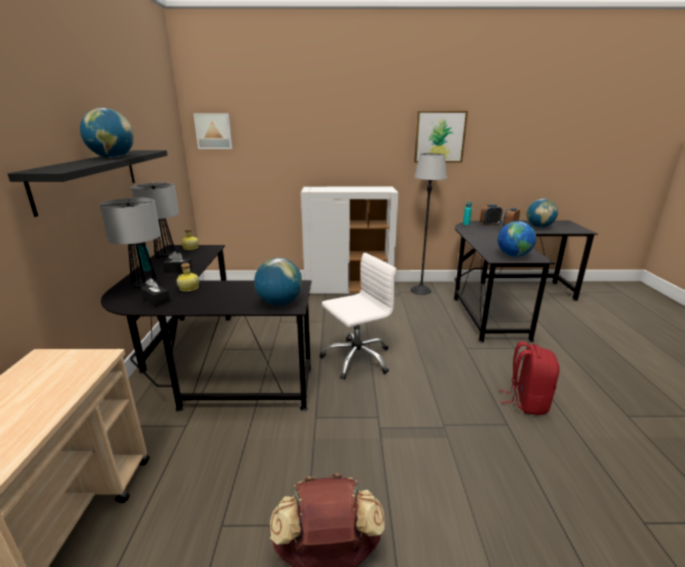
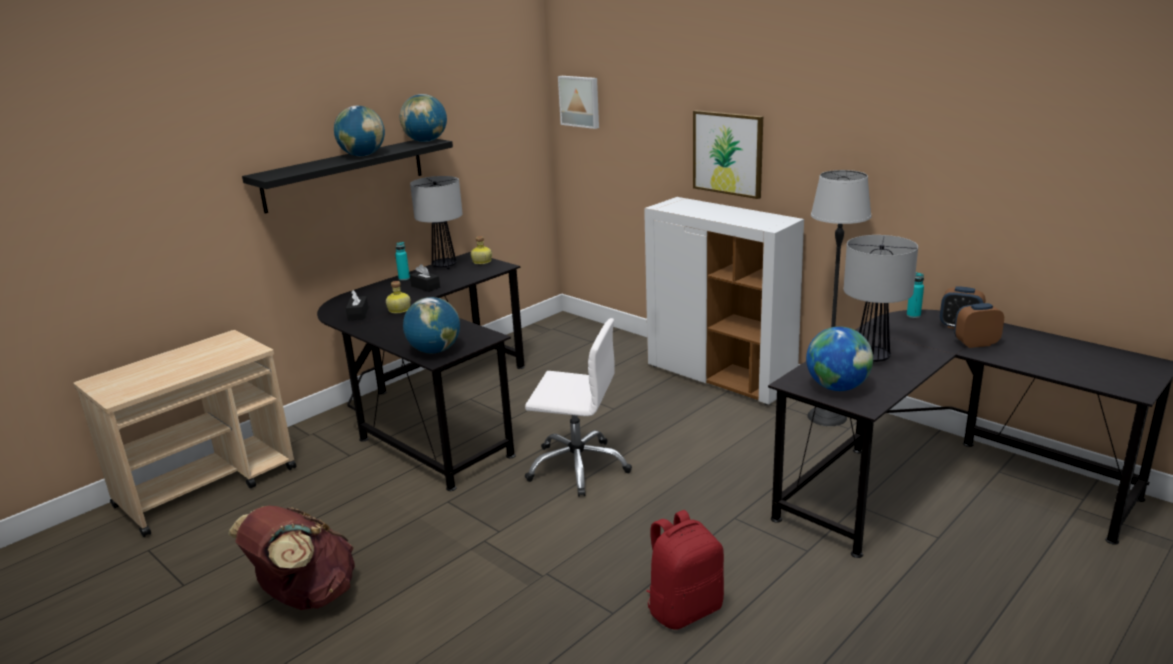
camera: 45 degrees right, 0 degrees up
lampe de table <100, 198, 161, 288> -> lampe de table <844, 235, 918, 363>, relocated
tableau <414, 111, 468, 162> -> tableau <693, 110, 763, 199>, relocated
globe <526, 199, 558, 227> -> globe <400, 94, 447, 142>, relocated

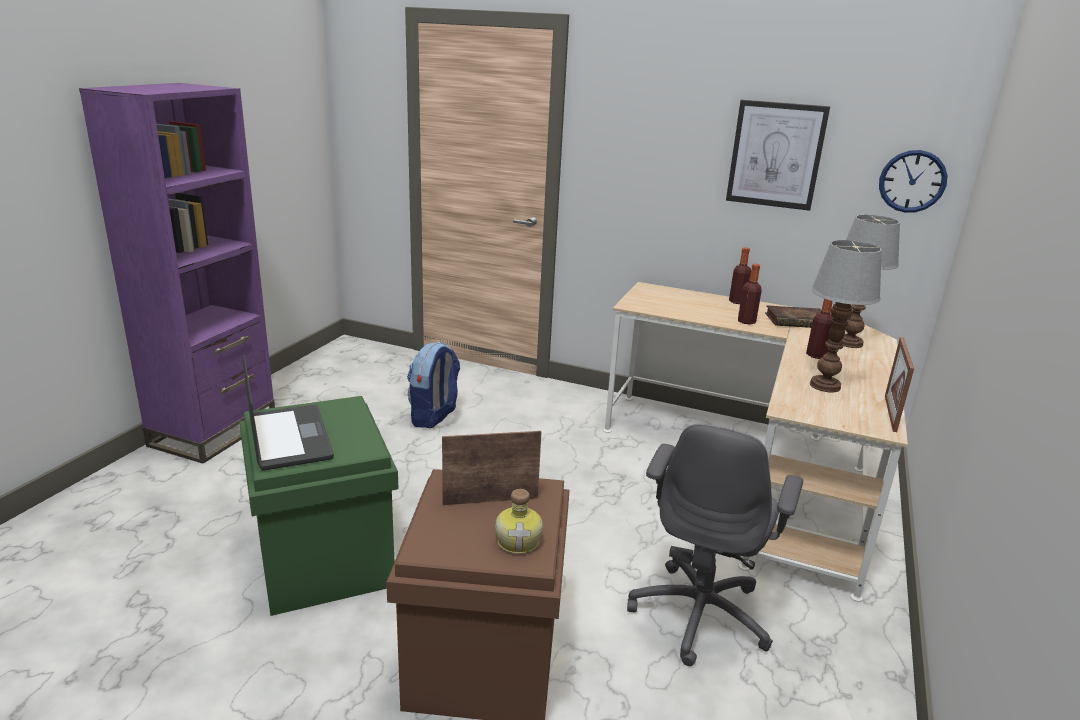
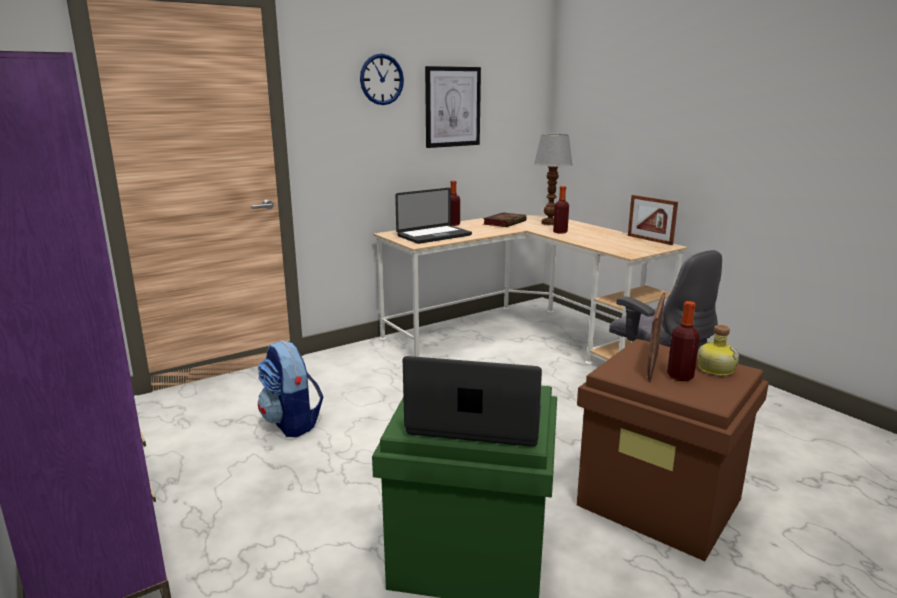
camera: 55 degrees left, 5 degrees down
lampe de table <810, 240, 882, 393> -> none
none -> ordinateur portable <395, 188, 472, 244>
bouteille <738, 264, 762, 325> -> bouteille <667, 301, 700, 381>, relocated
horloge murale <879, 150, 948, 213> -> horloge murale <360, 54, 404, 105>, relocated

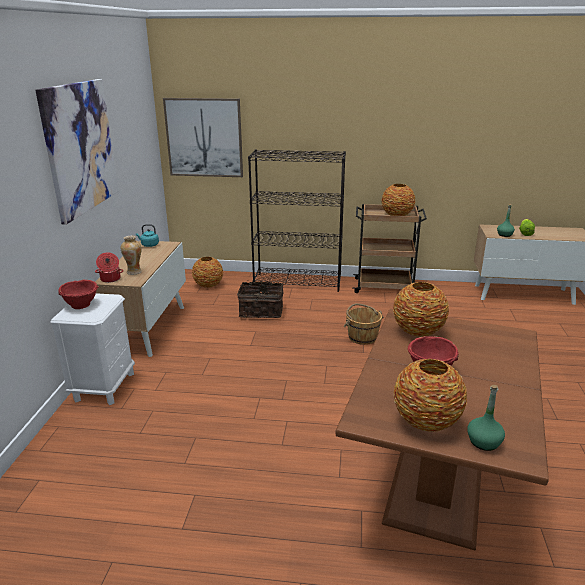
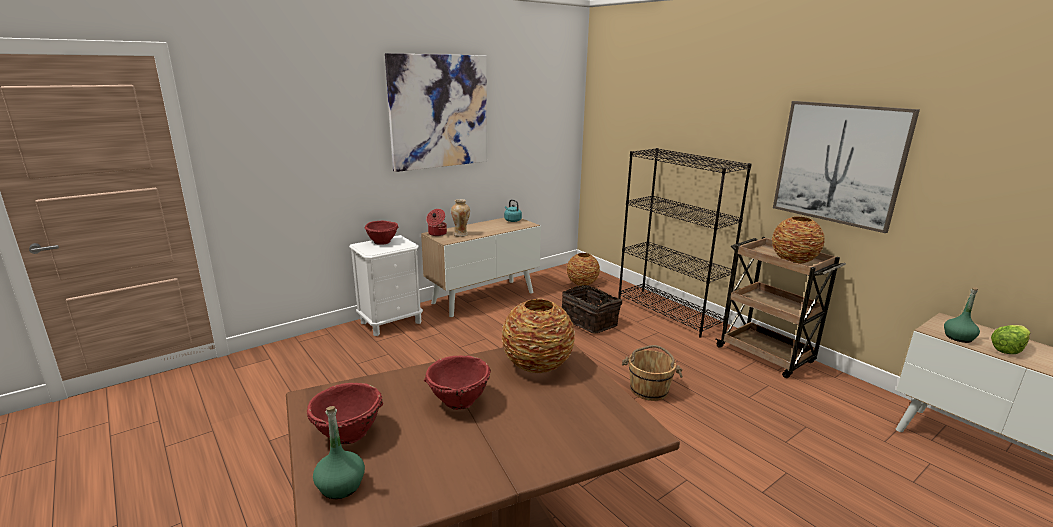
camera: 45 degrees right, 5 degrees down
tableau <163, 98, 243, 177> -> tableau <773, 101, 920, 233>, relocated
vase <394, 359, 467, 432> -> bol/rouge <307, 383, 383, 444>

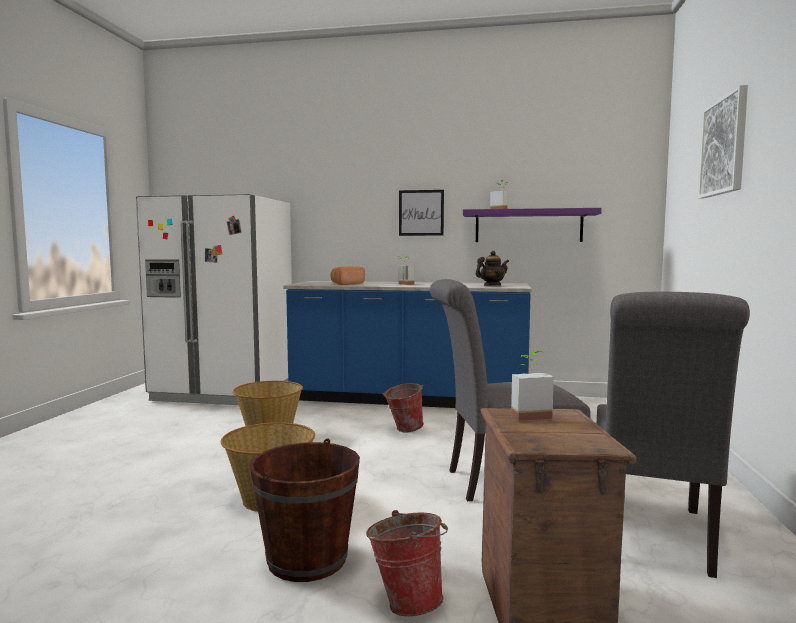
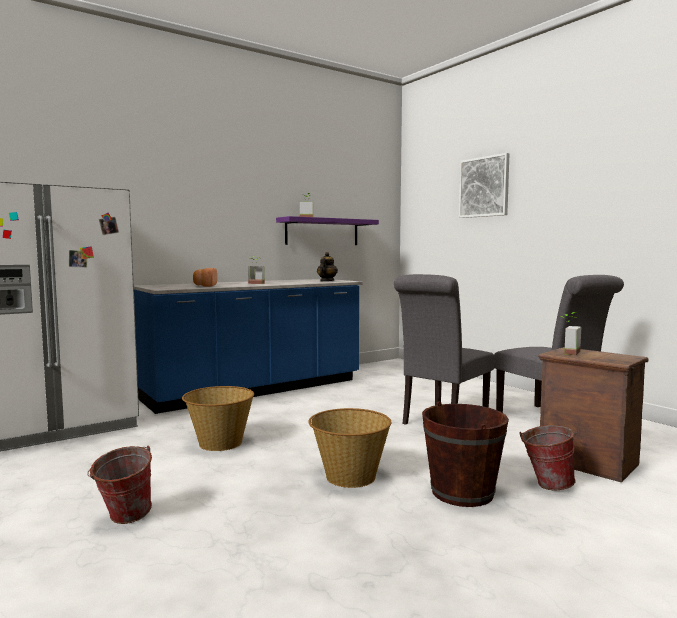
camera: 45 degrees left, 0 degrees up
tableau <399, 190, 444, 236> -> none
seau <382, 383, 424, 432> -> seau <87, 446, 152, 524>, relocated

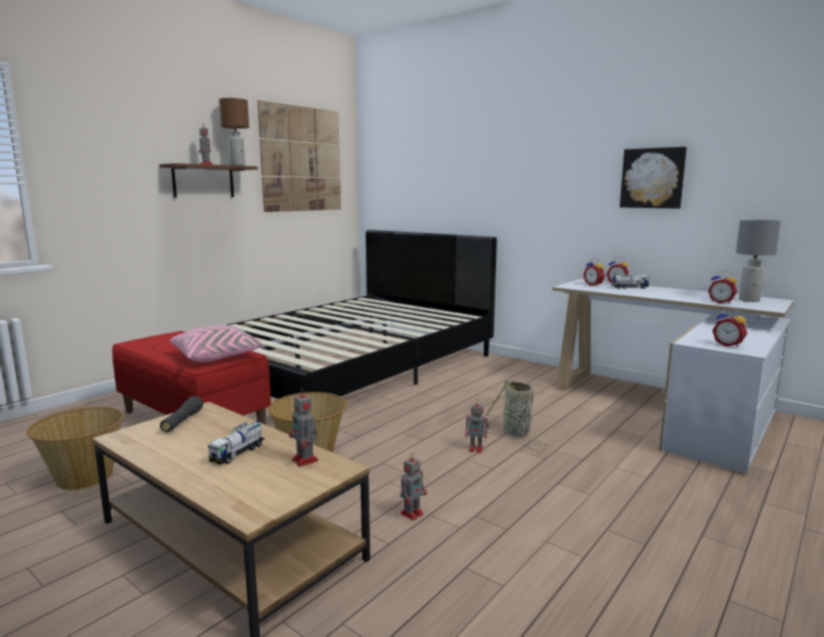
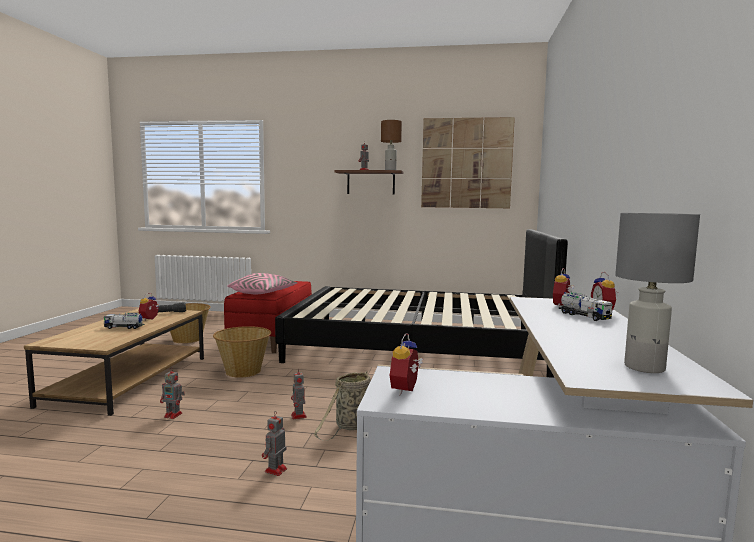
camera: 60 degrees right, 5 degrees down
tableau <620, 147, 687, 209> -> none
robot jouet <289, 388, 319, 467> -> robot jouet <262, 412, 287, 476>, relocated
réveil <708, 271, 737, 304> -> réveil <138, 293, 159, 321>, relocated

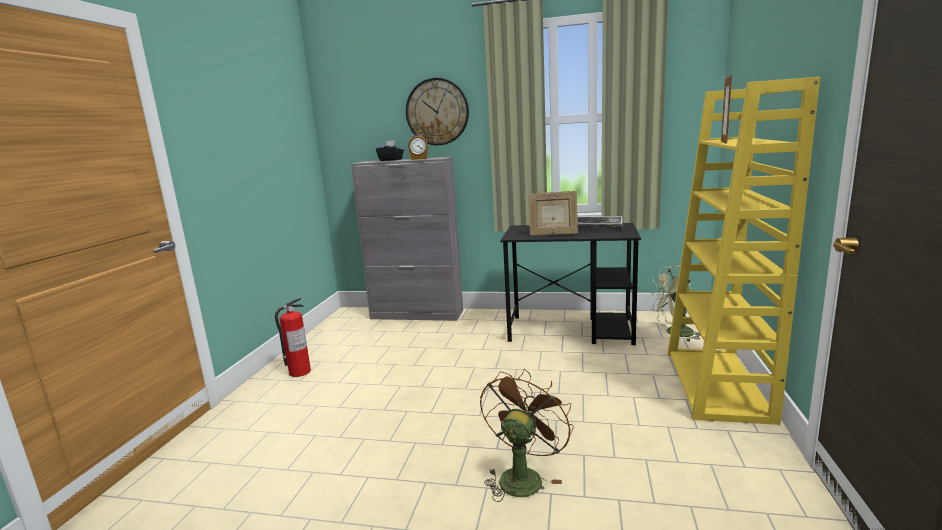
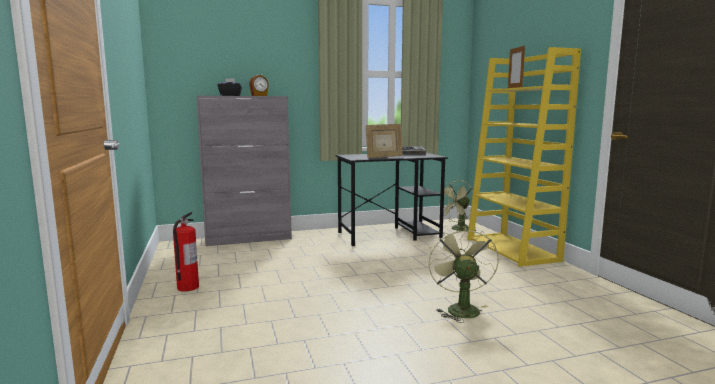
camera: 30 degrees left, 5 degrees down
horloge murale <406, 78, 469, 145> -> none
ventilateur/marron <480, 369, 574, 502> -> ventilateur/vert <429, 226, 499, 323>

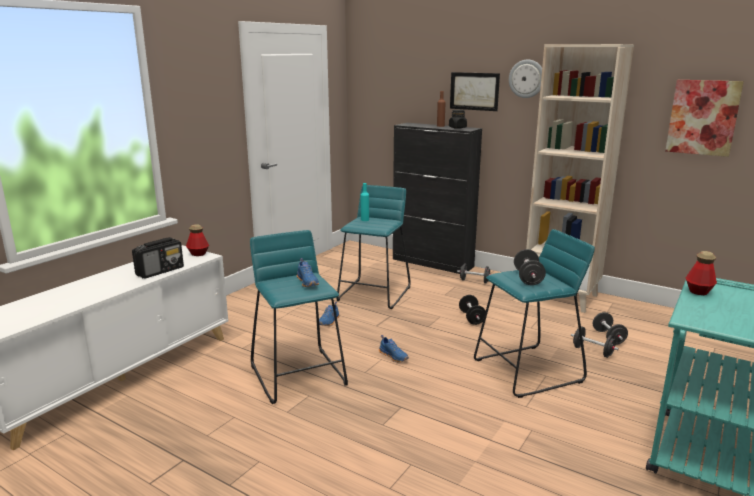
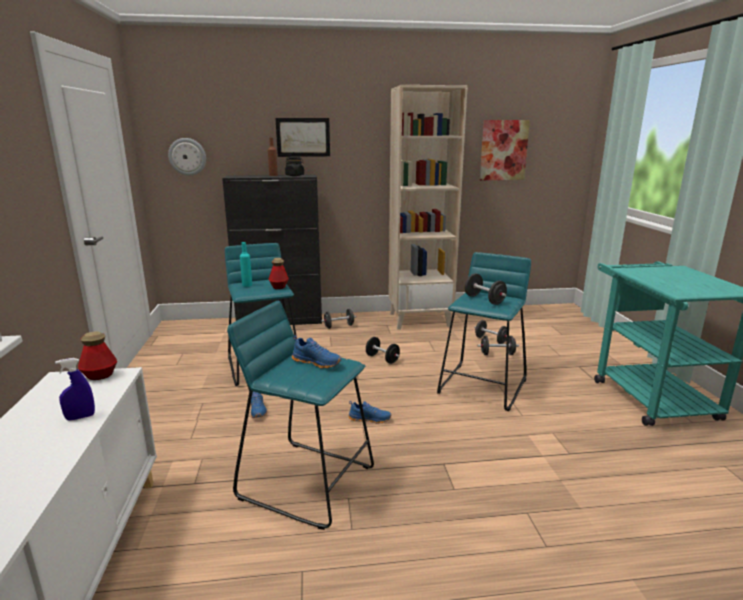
camera: 40 degrees left, 0 degrees up
horloge murale <509, 59, 542, 98> -> horloge murale <168, 138, 206, 176>, relocated
bouteille <686, 251, 717, 295> -> bouteille <268, 258, 289, 289>, relocated
radio <132, 237, 184, 279> -> vaporisateur/bleu <55, 358, 95, 421>

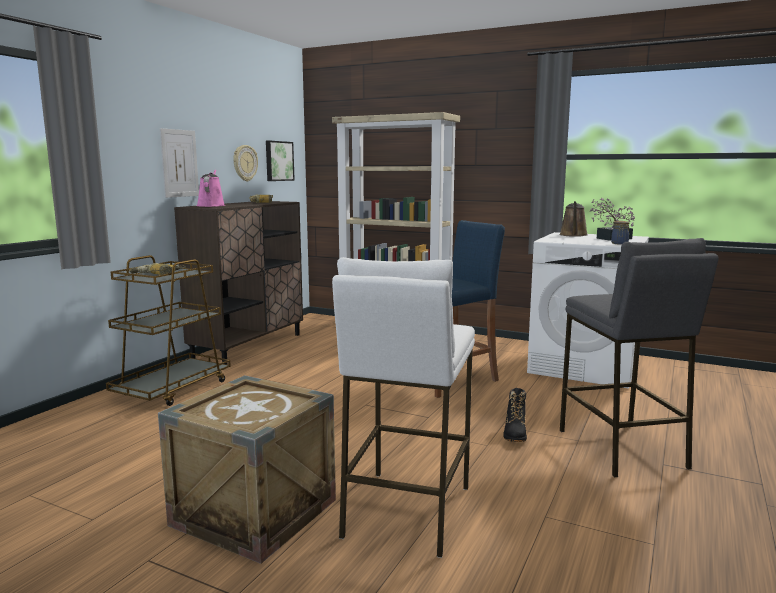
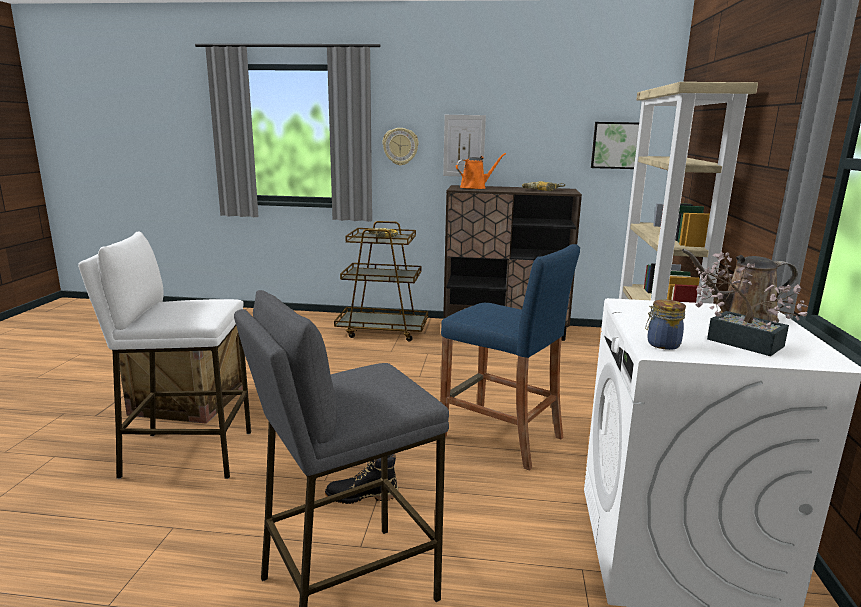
camera: 70 degrees right, 5 degrees up
horloge murale <233, 145, 258, 181> -> horloge murale <382, 128, 419, 166>, relocated
arrosoir/rose <197, 170, 225, 207> -> arrosoir/orange <456, 153, 506, 189>

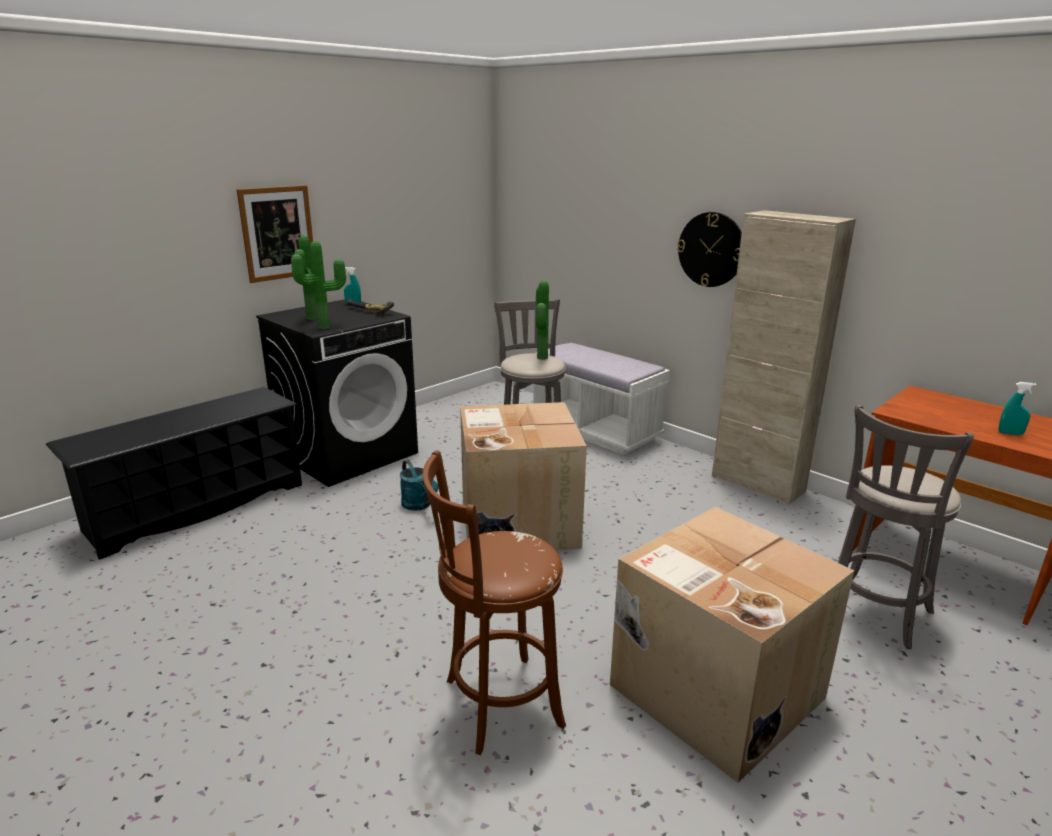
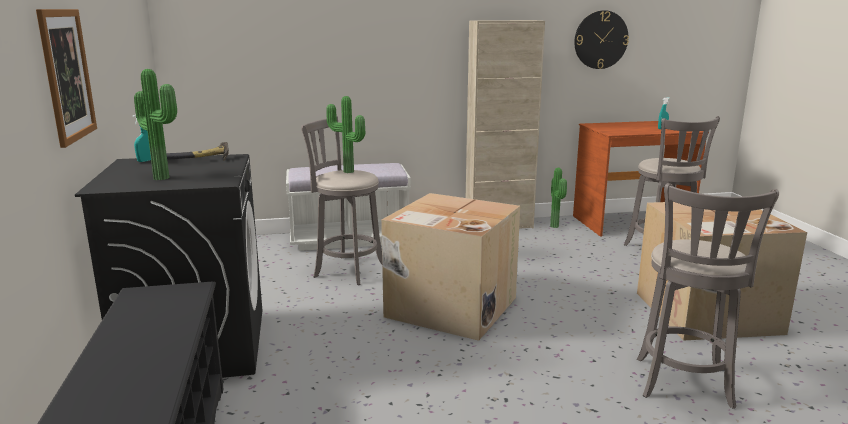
camera: 55 degrees left, 5 degrees down
arrosoir/turquoise <400, 460, 438, 511> -> none
plante en pot <291, 241, 346, 329> -> plante en pot <550, 168, 567, 228>, relocated
horloge murale <677, 212, 742, 287> -> horloge murale <574, 10, 629, 69>, relocated
tabouret/marron <423, 450, 566, 755> -> tabouret/gris <637, 183, 779, 409>

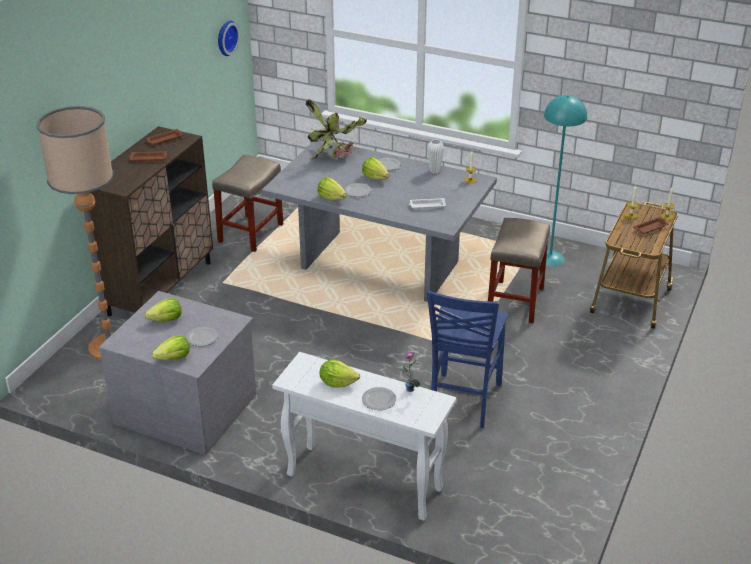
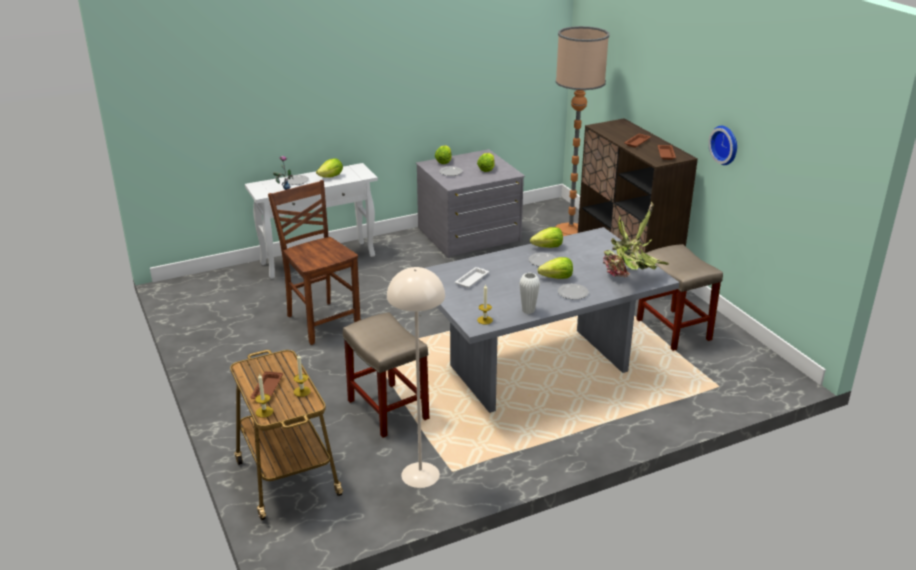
camera: 130 degrees right, 5 degrees down
horloge murale <218, 21, 240, 56> -> horloge murale <708, 126, 737, 165>, relocated
chaise/bleu <427, 290, 508, 428> -> chaise/marron <268, 180, 360, 345>
lampadaire/turquoise <544, 95, 587, 266> -> lampadaire/beige <387, 267, 445, 488>

